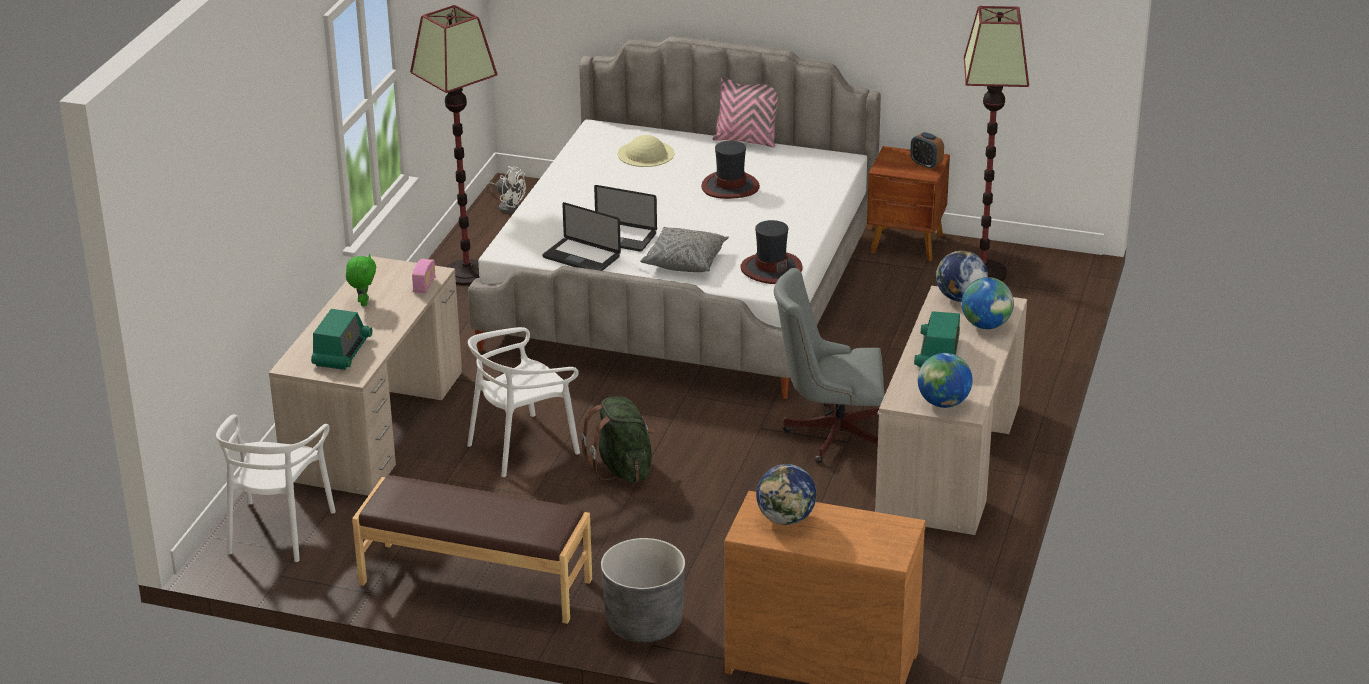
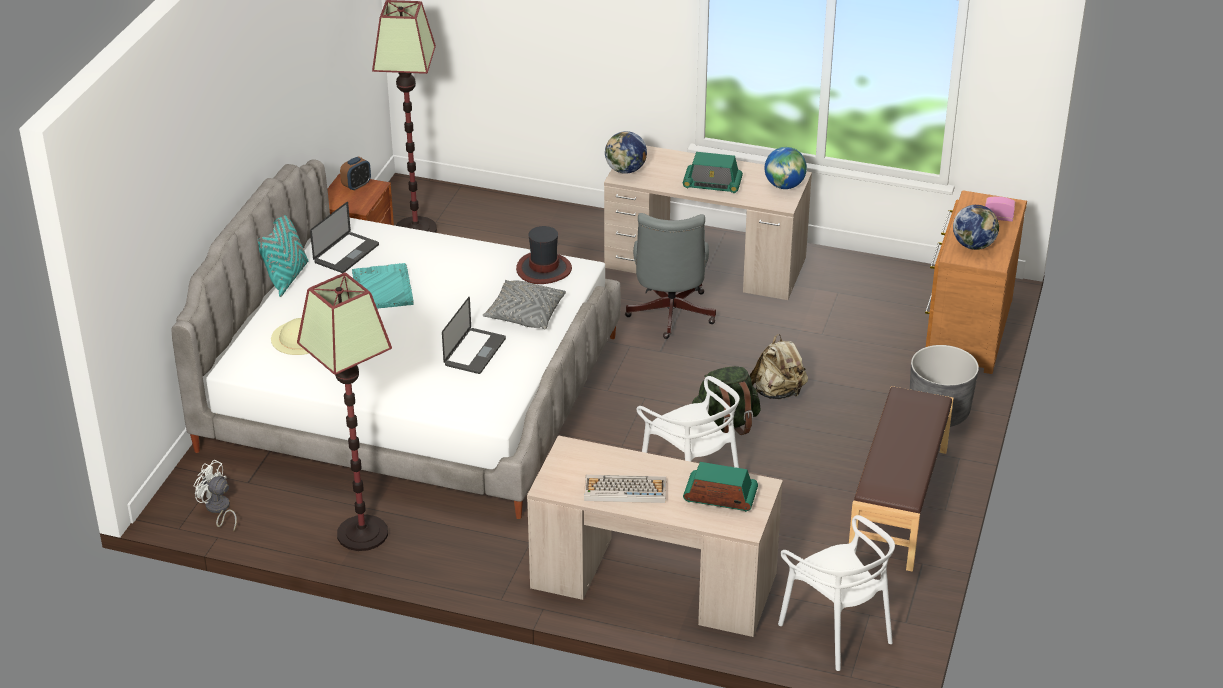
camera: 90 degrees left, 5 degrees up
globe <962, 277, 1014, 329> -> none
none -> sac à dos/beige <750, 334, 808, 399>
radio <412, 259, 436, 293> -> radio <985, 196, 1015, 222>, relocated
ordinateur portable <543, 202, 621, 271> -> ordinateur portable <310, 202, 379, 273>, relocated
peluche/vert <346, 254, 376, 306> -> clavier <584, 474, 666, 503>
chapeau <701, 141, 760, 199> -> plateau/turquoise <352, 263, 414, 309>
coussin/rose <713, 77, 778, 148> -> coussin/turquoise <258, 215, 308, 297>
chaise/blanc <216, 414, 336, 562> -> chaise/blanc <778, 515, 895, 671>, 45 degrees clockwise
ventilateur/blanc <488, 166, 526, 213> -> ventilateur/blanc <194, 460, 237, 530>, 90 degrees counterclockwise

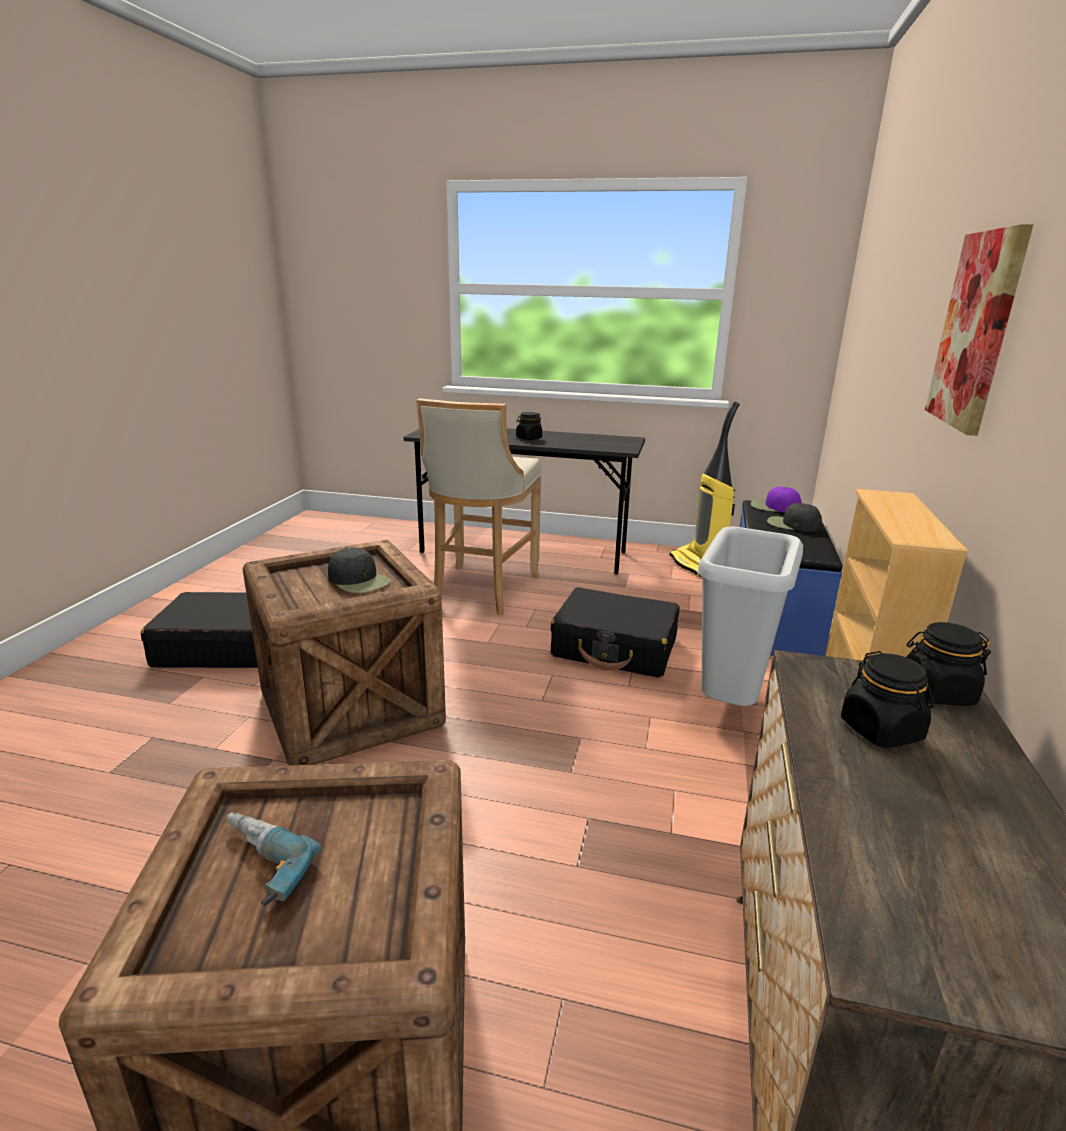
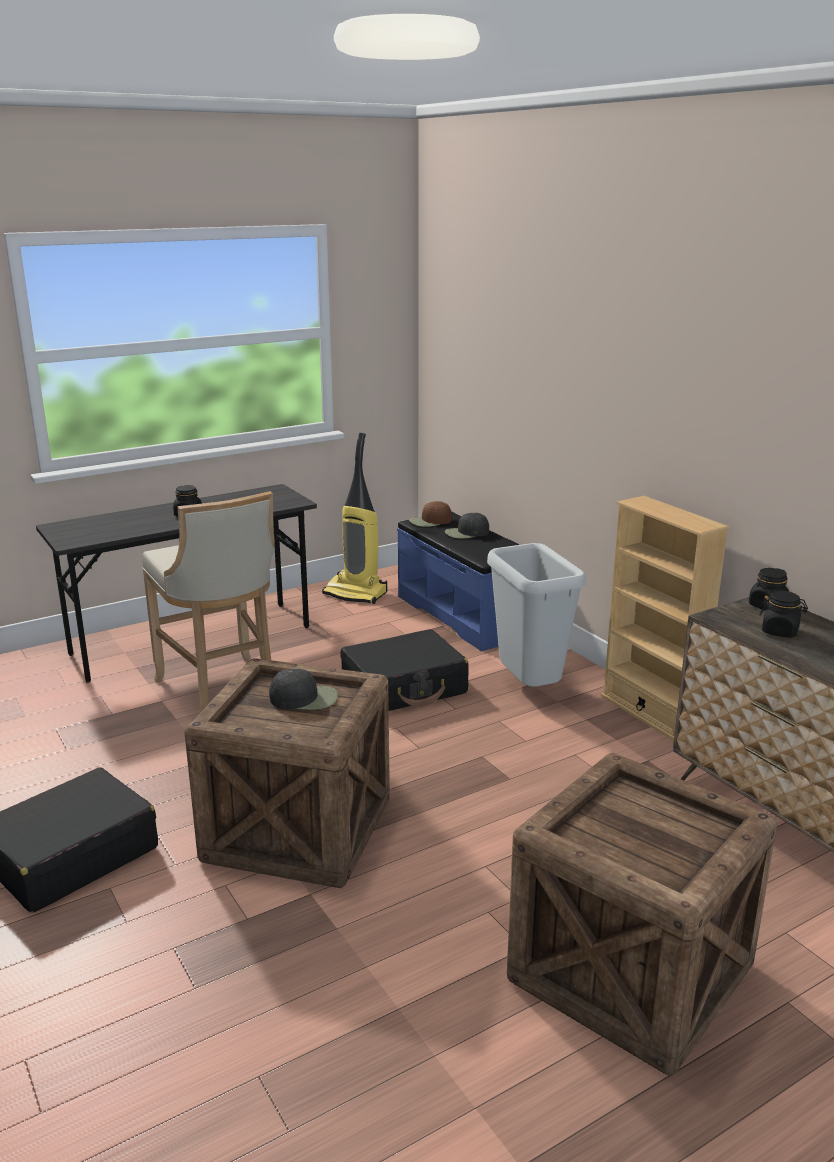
camera: 45 degrees left, 0 degrees up
perceuse <226, 812, 322, 906> -> none
tableau <925, 224, 1033, 436> -> none
casquette/violet <751, 487, 802, 512> -> casquette/marron <409, 501, 452, 527>

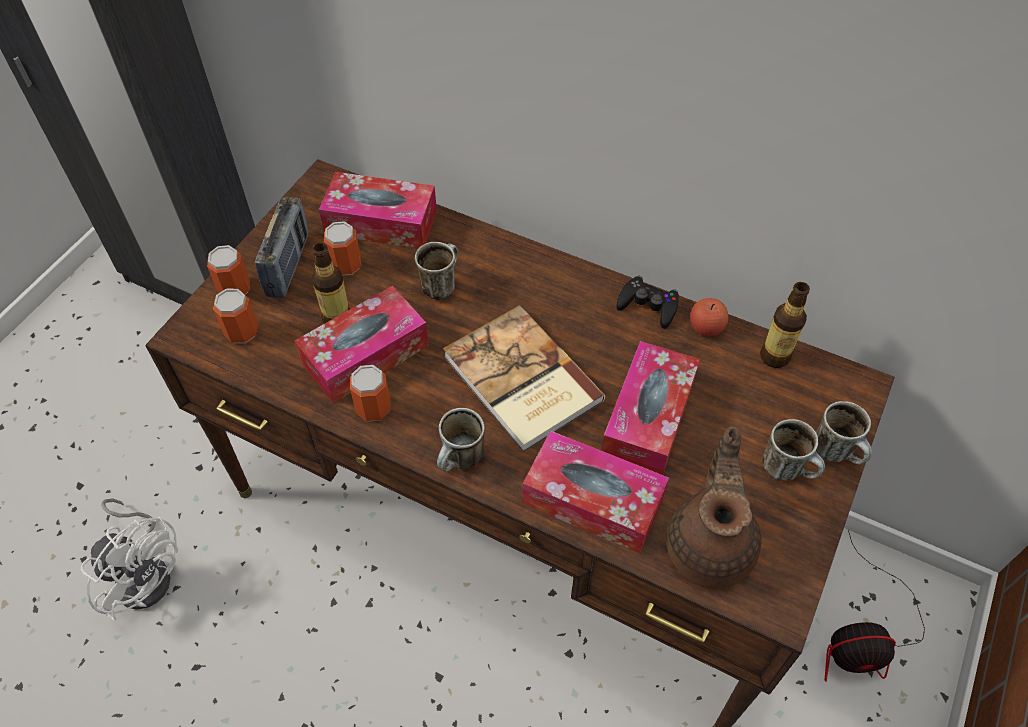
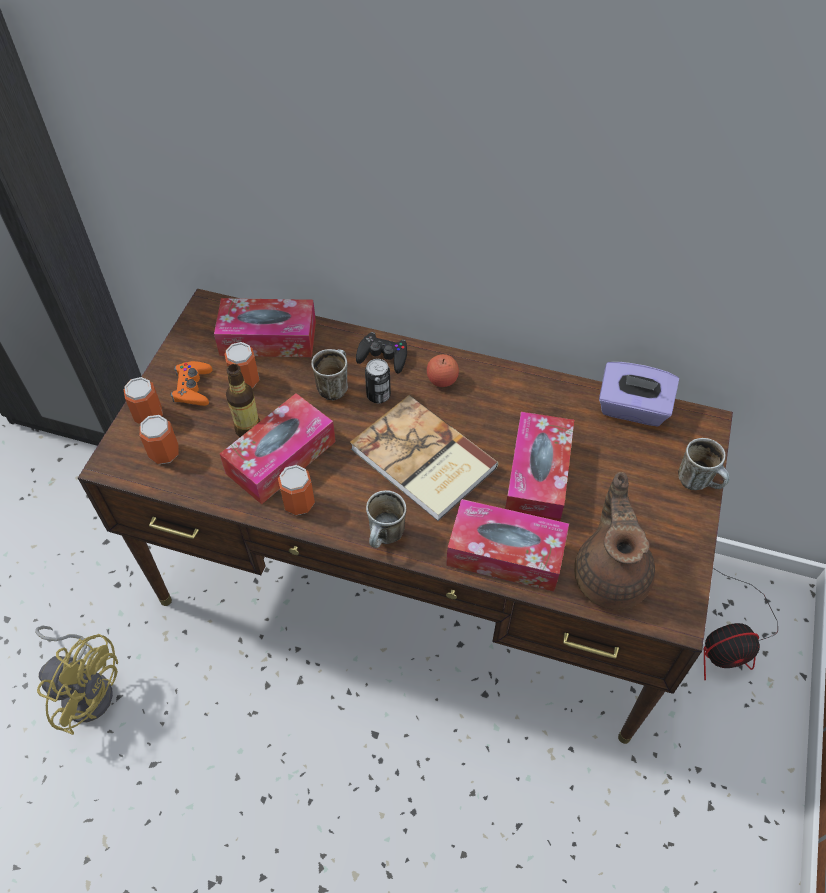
camera: 10 degrees left, 0 degrees up
mug <763, 419, 825, 480> -> none
none -> boîte métallique <365, 359, 391, 403>
manette/noir <616, 276, 679, 329> -> manette/noir <356, 332, 407, 374>, relocated
pomme <690, 298, 728, 336> -> pomme <427, 354, 459, 387>, relocated
radio <255, 197, 309, 298> -> manette/orange <171, 361, 212, 406>
bouteille <760, 282, 810, 368> -> boîte à mouchoirs/violet <599, 362, 679, 426>
ventilateur/blanc <81, 498, 178, 621> -> ventilateur/jaune <35, 625, 118, 735>

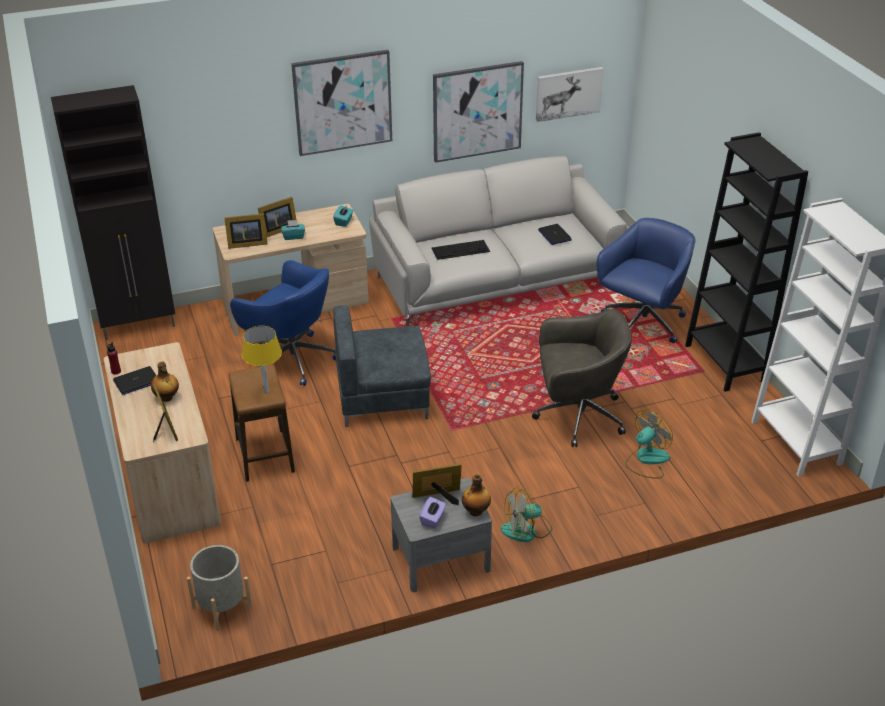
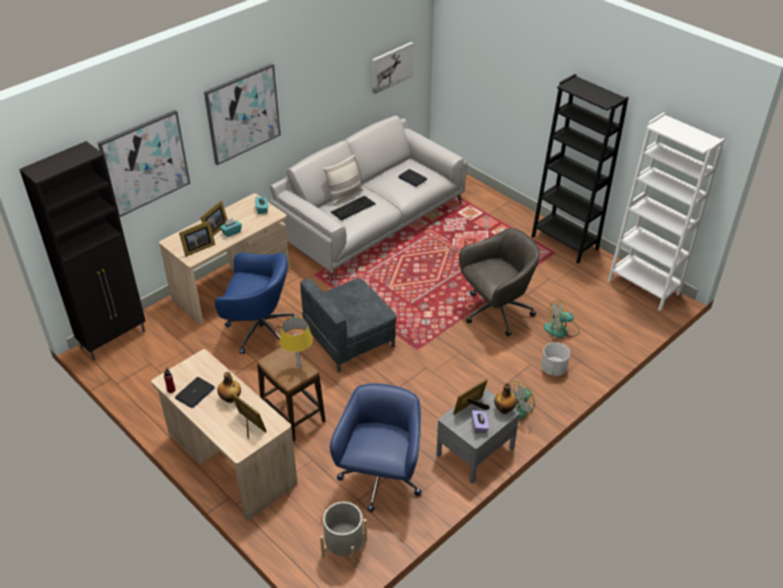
camera: 25 degrees left, 5 degrees up
none -> coussin <323, 155, 363, 206>
none -> cache-pot/blanc <541, 342, 570, 376>
tableau <433, 61, 524, 163> -> tableau <97, 110, 190, 217>, relocated
chaise de bureau/bleu <597, 218, 696, 343> -> chaise de bureau/bleu <330, 383, 422, 513>, relocated
ventilateur <625, 409, 673, 479> -> ventilateur <544, 299, 580, 338>, 120 degrees counterclockwise

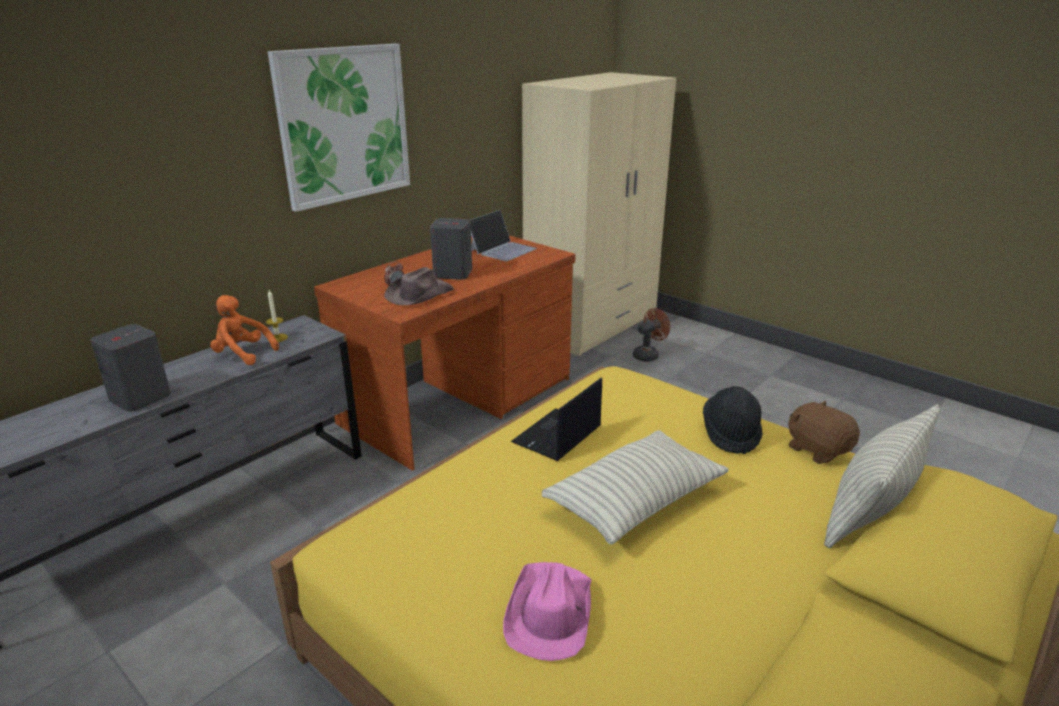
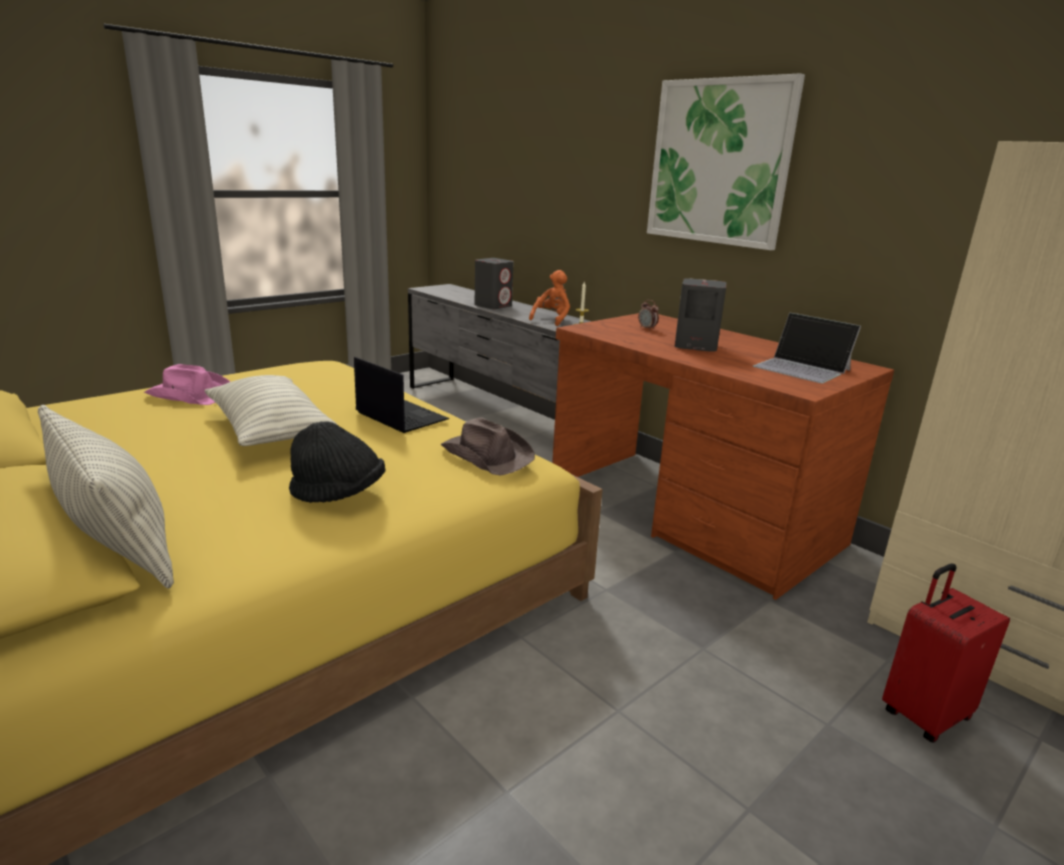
camera: 95 degrees right, 5 degrees down
peluche/marron <788, 400, 860, 464> -> none
chapeau/marron <384, 267, 454, 305> -> chapeau/marron <441, 417, 535, 476>, relocated
ventilateur/marron <633, 308, 670, 362> -> valise/rouge <882, 563, 1010, 743>

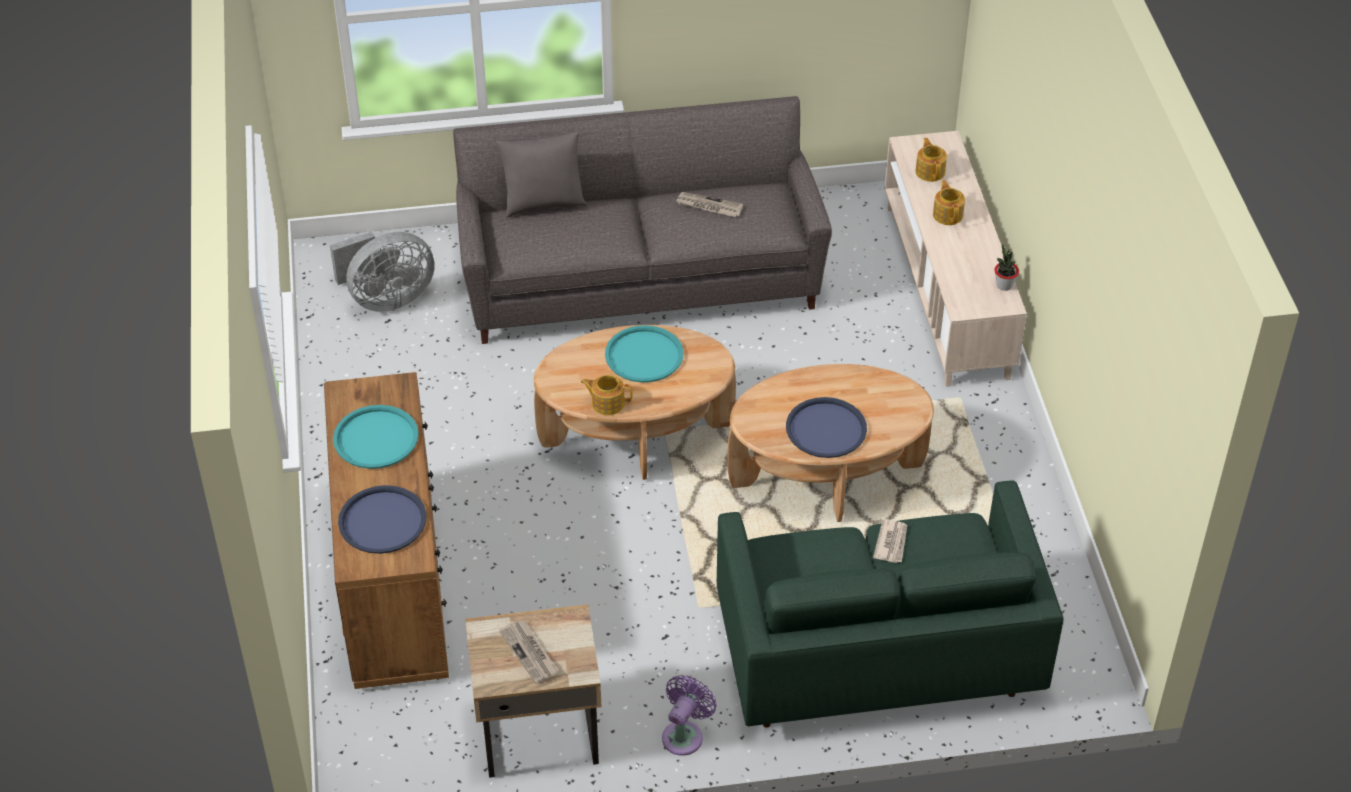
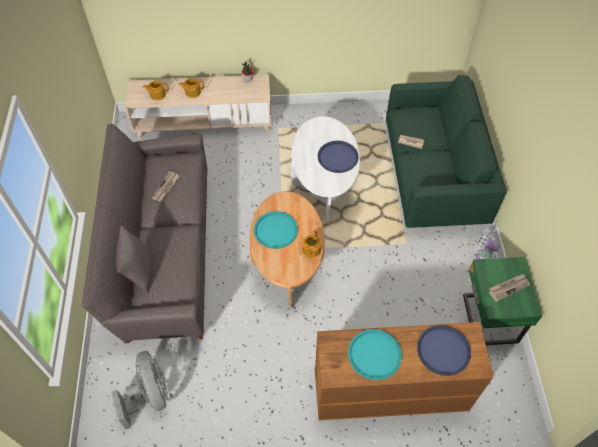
camera: 85 degrees left, 10 degrees up
table de chevet/beige <465, 604, 602, 778> -> table de chevet/vert <463, 257, 542, 345>
ventilateur/violet <662, 675, 717, 756> -> ventilateur/blanc <475, 229, 500, 259>
table basse/marron <727, 364, 934, 522> -> table basse/blanc <291, 116, 360, 223>

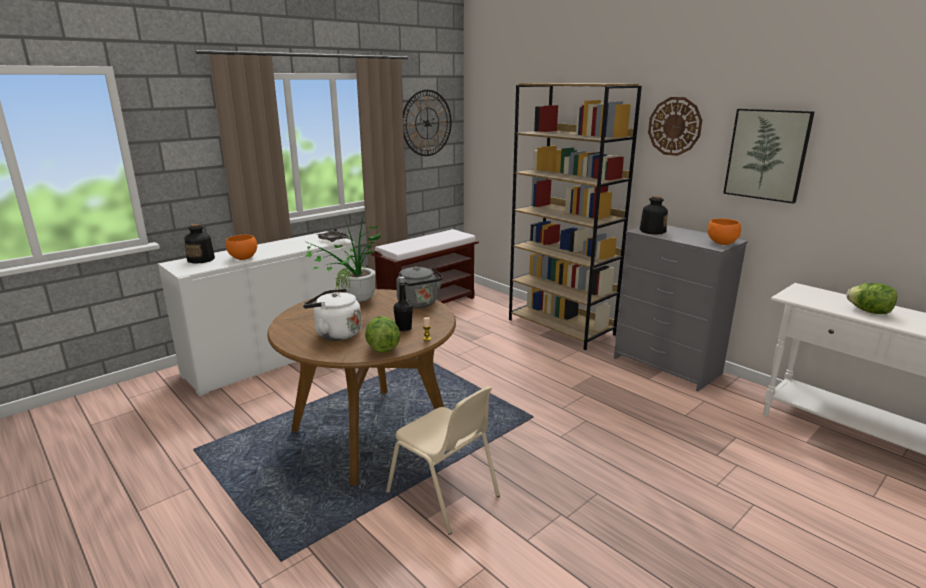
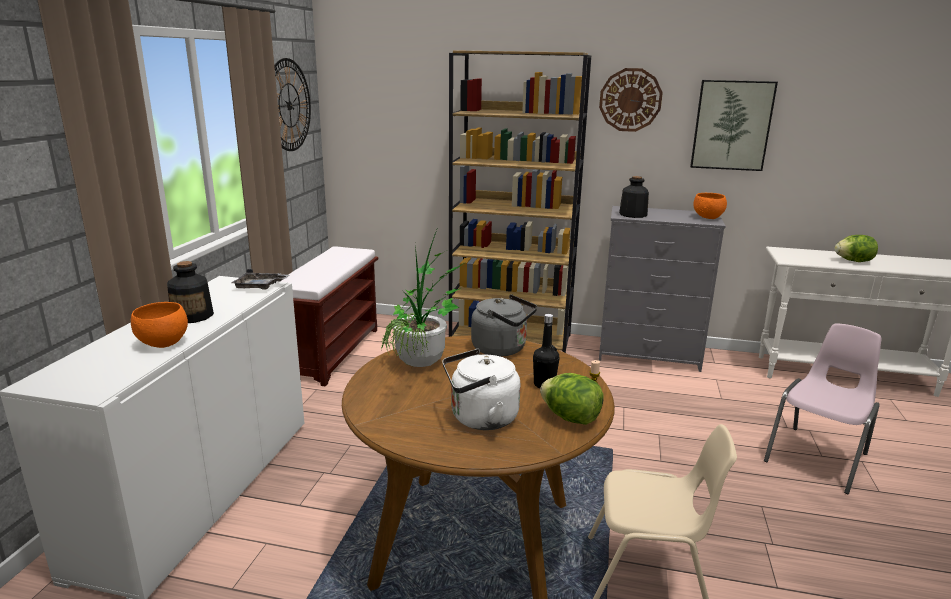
camera: 35 degrees left, 0 degrees up
none -> chaise/rose <764, 323, 881, 494>
bouteille <184, 224, 215, 264> -> bouteille <167, 261, 214, 323>, relocated

